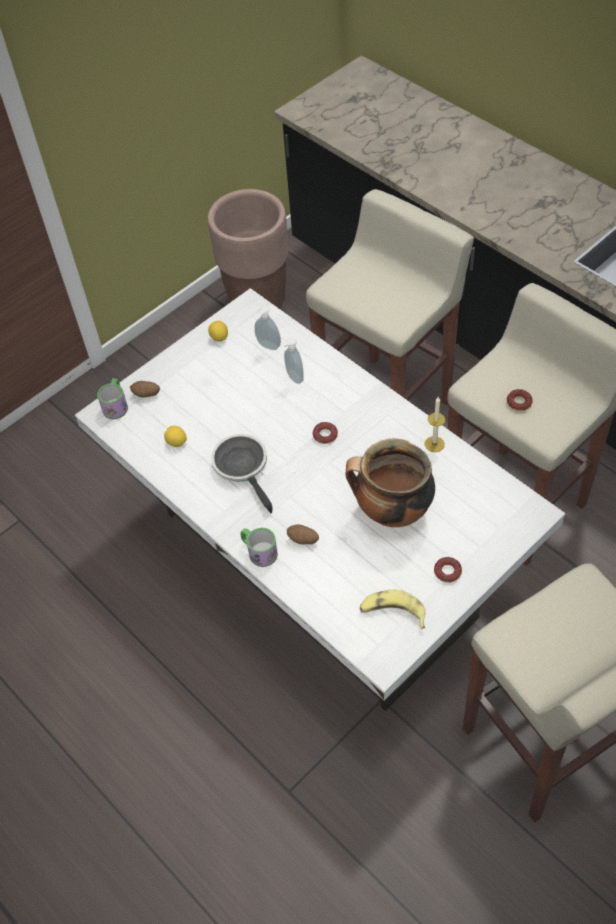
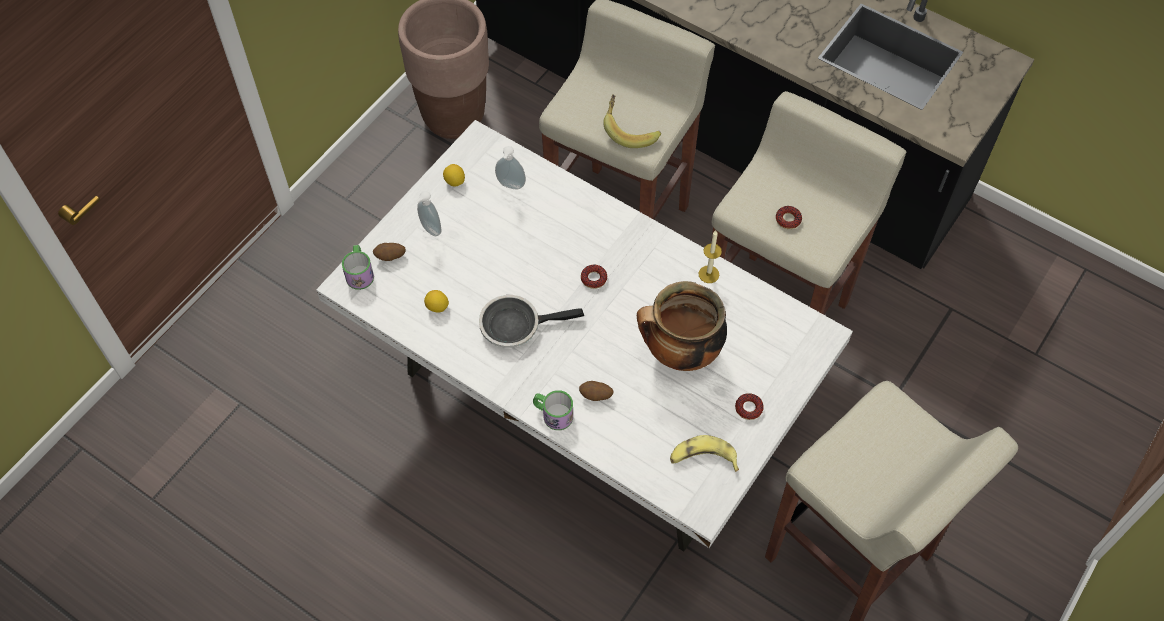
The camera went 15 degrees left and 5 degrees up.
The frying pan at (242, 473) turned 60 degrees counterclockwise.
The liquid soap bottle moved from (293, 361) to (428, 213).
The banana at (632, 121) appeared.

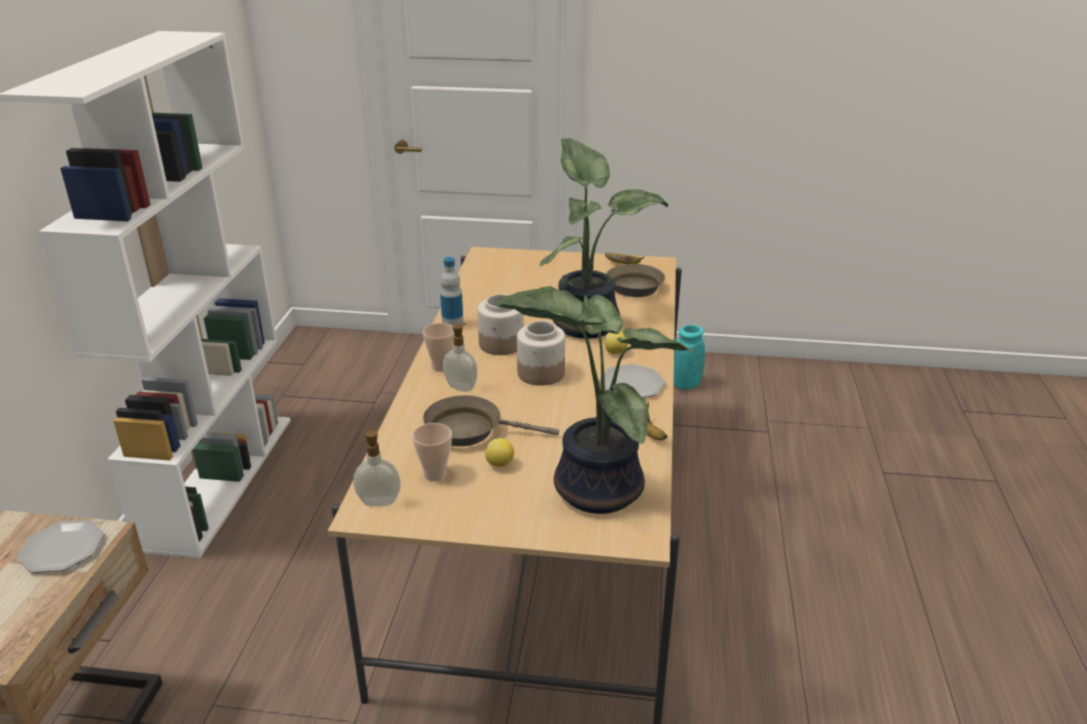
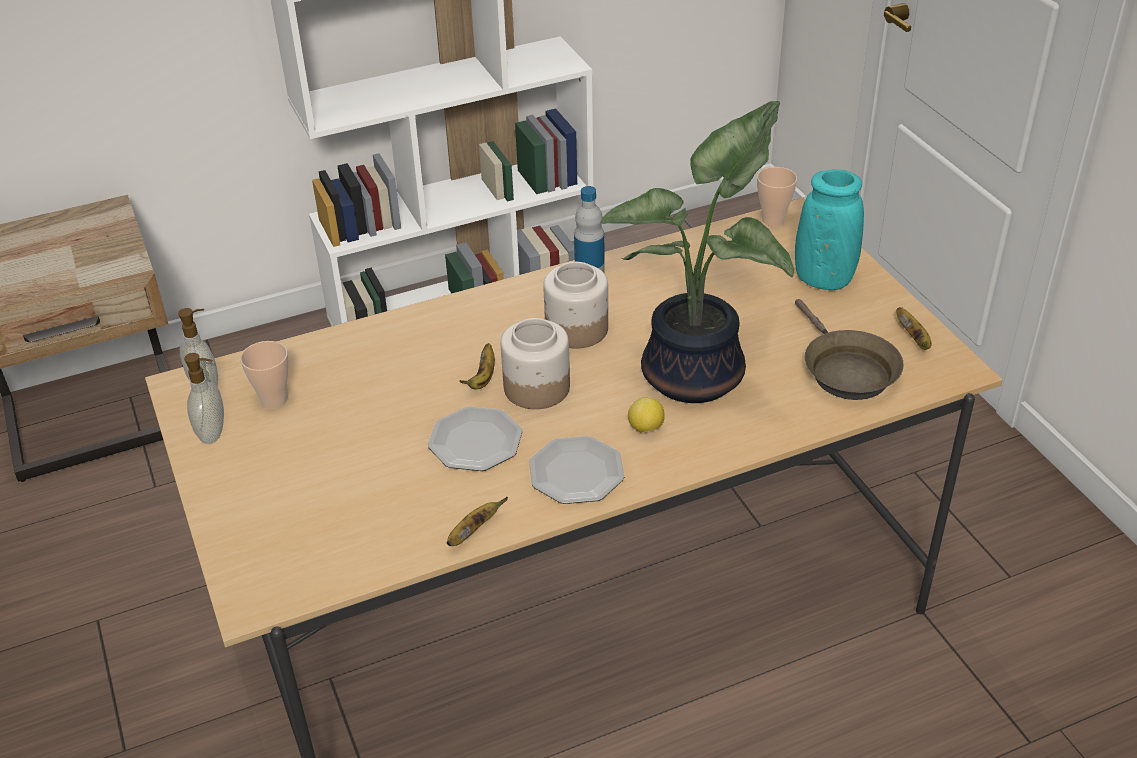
The camera went 60 degrees right and 10 degrees up.
The dinner plate moved from (60, 546) to (475, 438).
The cup moved from (438, 347) to (777, 197).
The brown-coloured frying pan at (491, 420) disappeared.
The liquid soap bottle moved from (460, 357) to (204, 398).
The lemon at (499, 452) disappeared.
The houseplant at (594, 400) disappeared.
The turquoise flower vase moved from (689, 357) to (829, 229).
The banana at (477, 366) appeared.

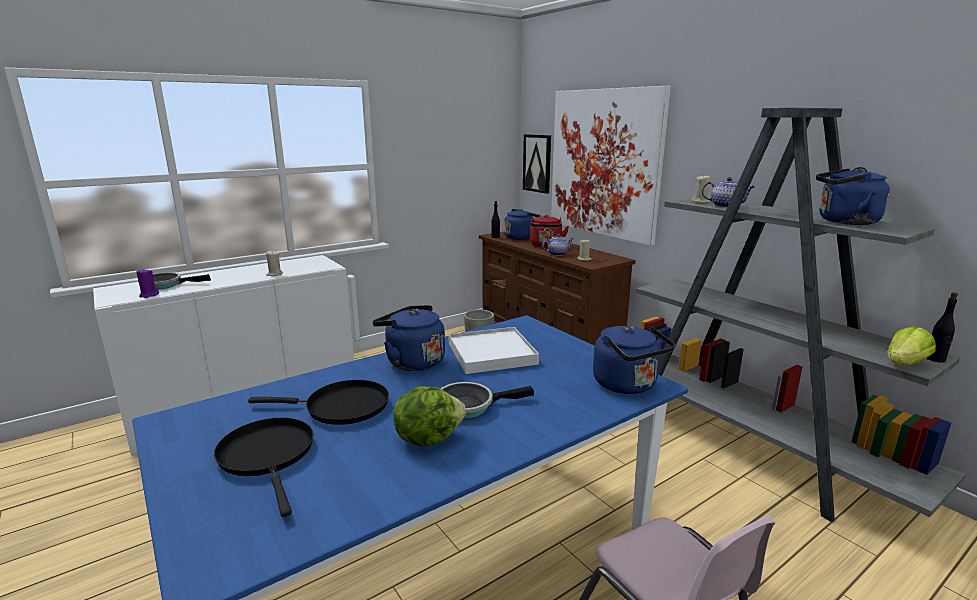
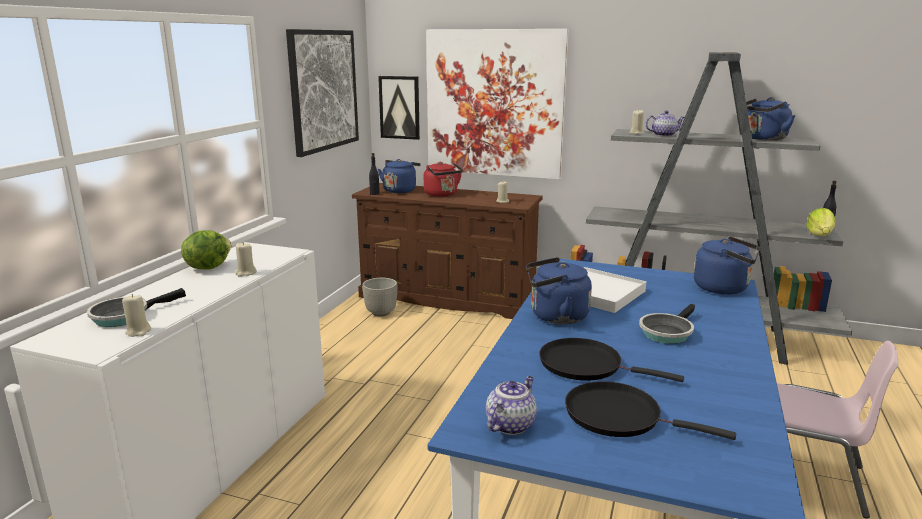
The camera went 35 degrees left and 0 degrees up.
The purplish wax light at (147, 283) became the beige-coloured wax light at (136, 315).
The black frying pan at (318, 402) turned 120 degrees counterclockwise.
The head of lettuce moved from (429, 416) to (206, 250).
The pot for tea moved from (558, 245) to (511, 405).
The picture at (322, 93) appeared.

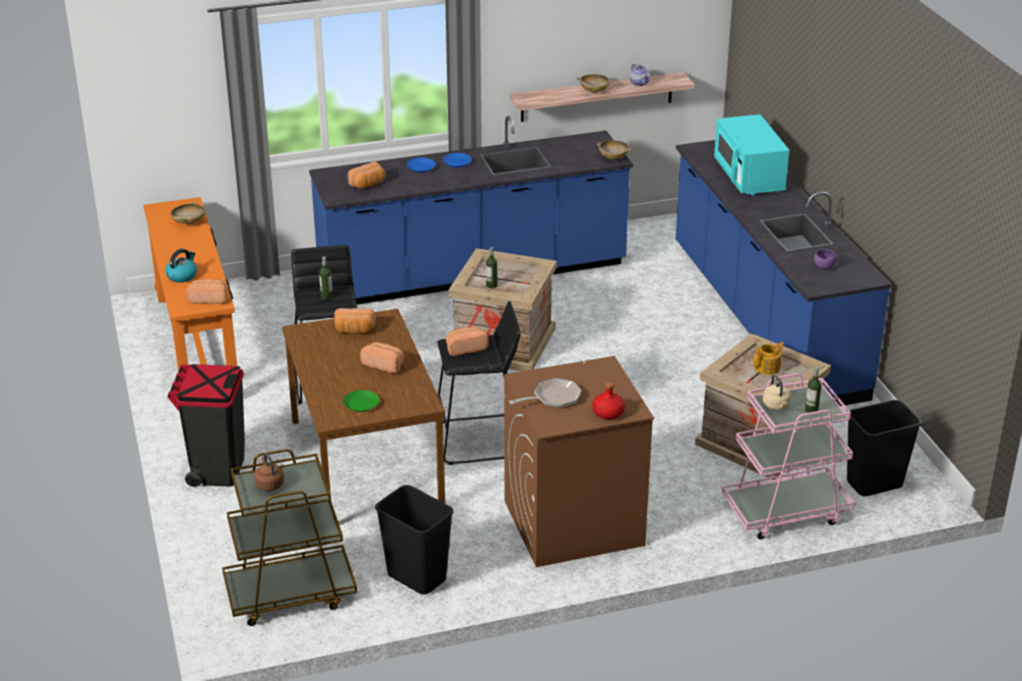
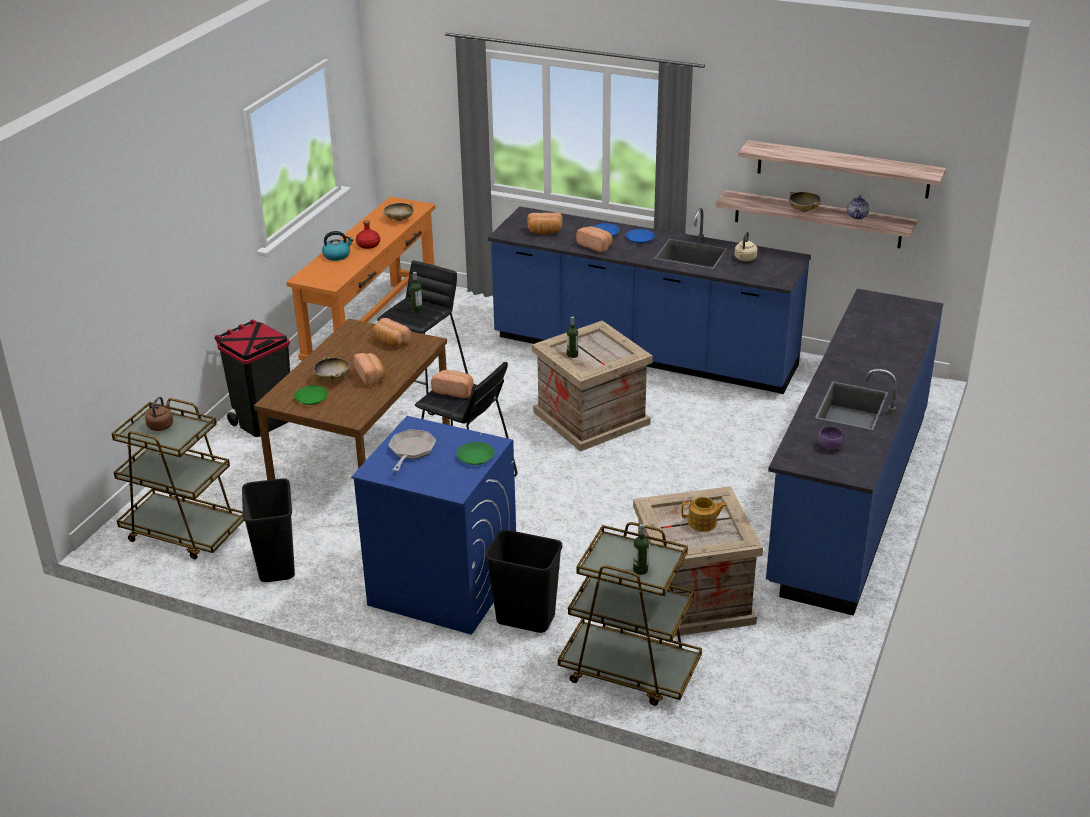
The camera went 40 degrees right and 0 degrees up.
The baked bread moved from (207, 291) to (594, 239).
The brown-coloured washing machine at (579, 461) became the bluish washing machine at (433, 525).
The frying pan at (545, 393) turned 90 degrees counterclockwise.
The reddish beverage bottle moved from (608, 400) to (368, 234).
The beige-coloured deep dish moved from (614, 150) to (332, 368).
The turquoise microwave at (751, 155) disappeared.
The pinkish wheeled cart at (788, 456) became the brown-coloured wheeled cart at (630, 614).
The beige-coloured tea kettle moved from (777, 392) to (746, 246).
The black waste bin moved from (884, 448) to (523, 581).
The greenish dinner plate at (476, 453) appeared.
The bracket shelf at (842, 169) appeared.

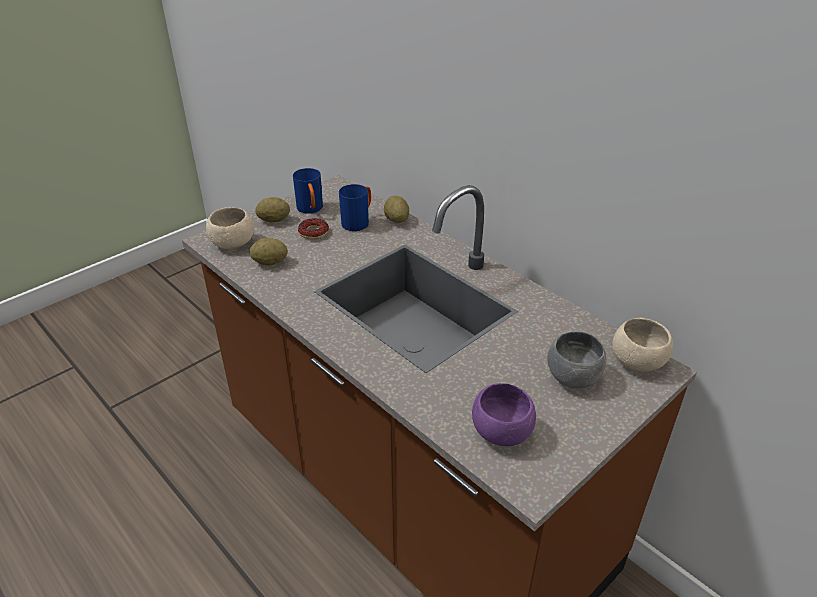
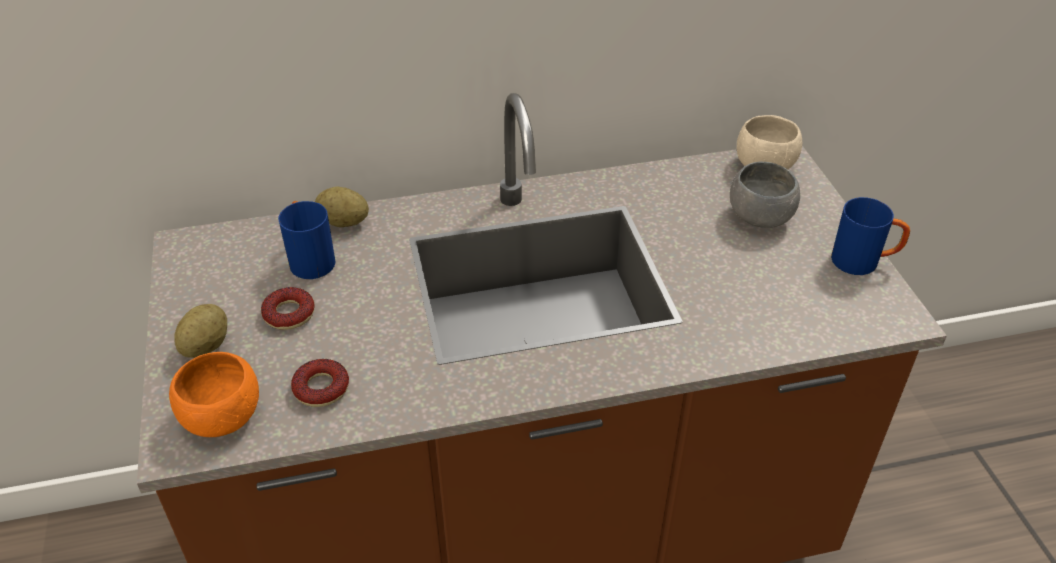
The camera went 60 degrees left and 5 degrees up.
The beige-coloured deep dish at (230, 228) became the orange deep dish at (214, 394).
The whole potato at (268, 251) was replaced by the doughnut at (320, 383).
The bluish tea mug moved from (308, 191) to (870, 236).
The purplish deep dish at (504, 414) disappeared.

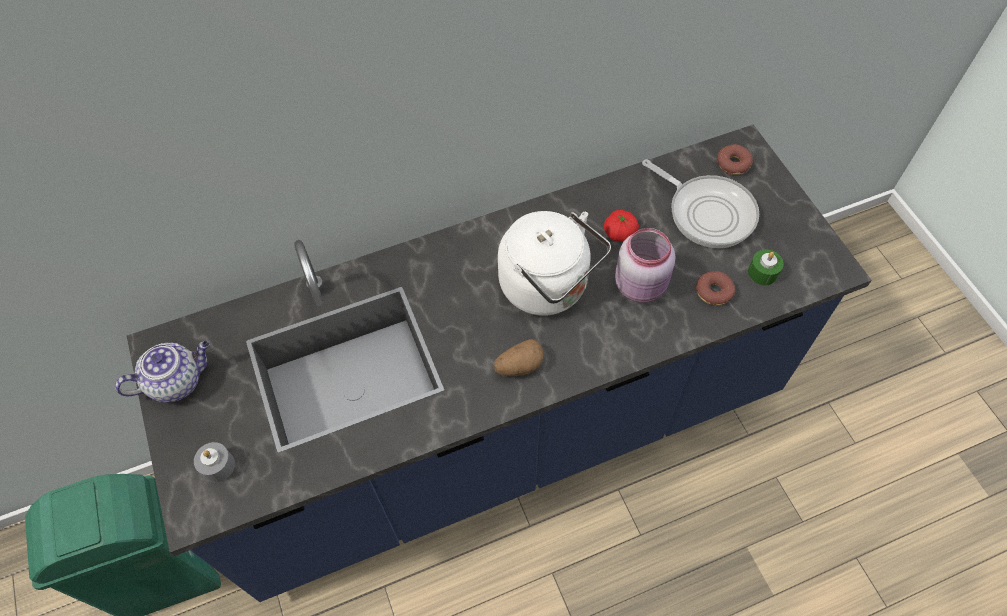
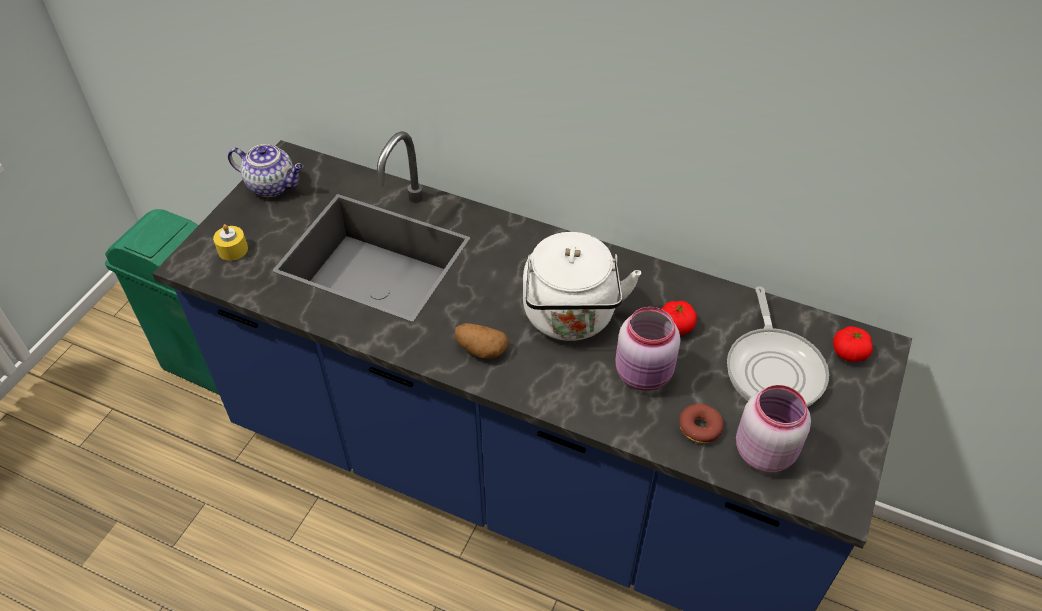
The camera went 45 degrees right and 10 degrees down.
The gray wax light at (214, 462) became the yellow-coloured wax light at (230, 242).
The doughnut at (735, 159) was replaced by the fresh tomato at (853, 344).
The greenish wax light at (766, 267) was replaced by the pinkish storage jar at (773, 429).

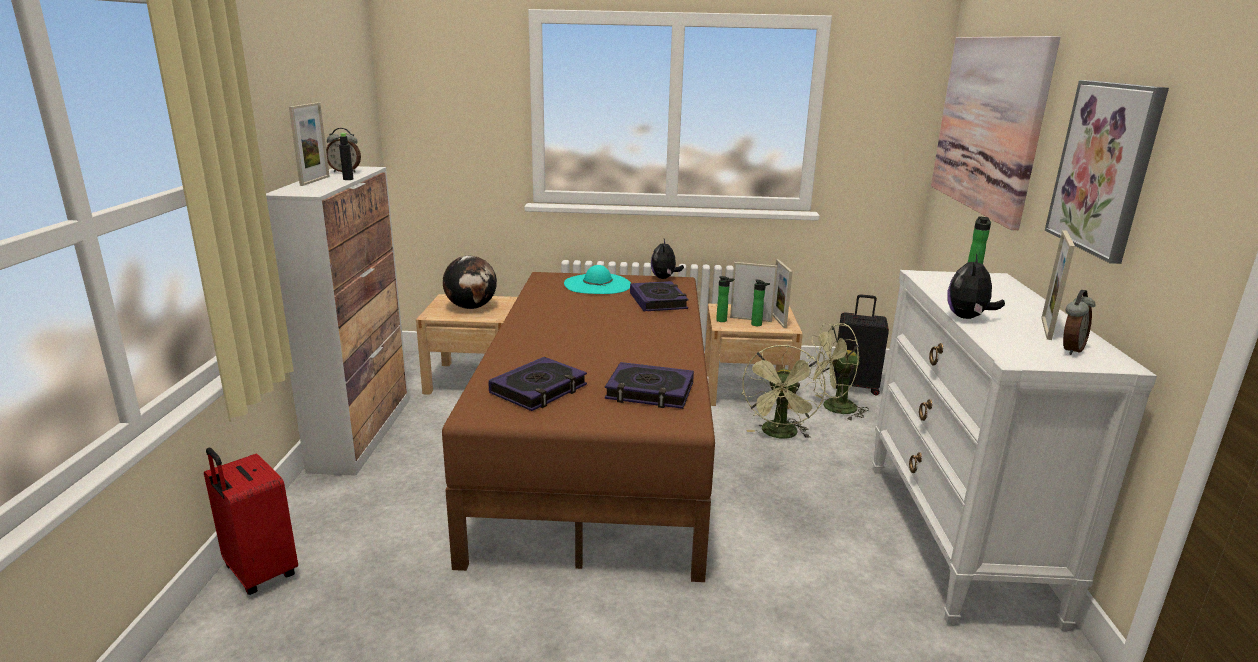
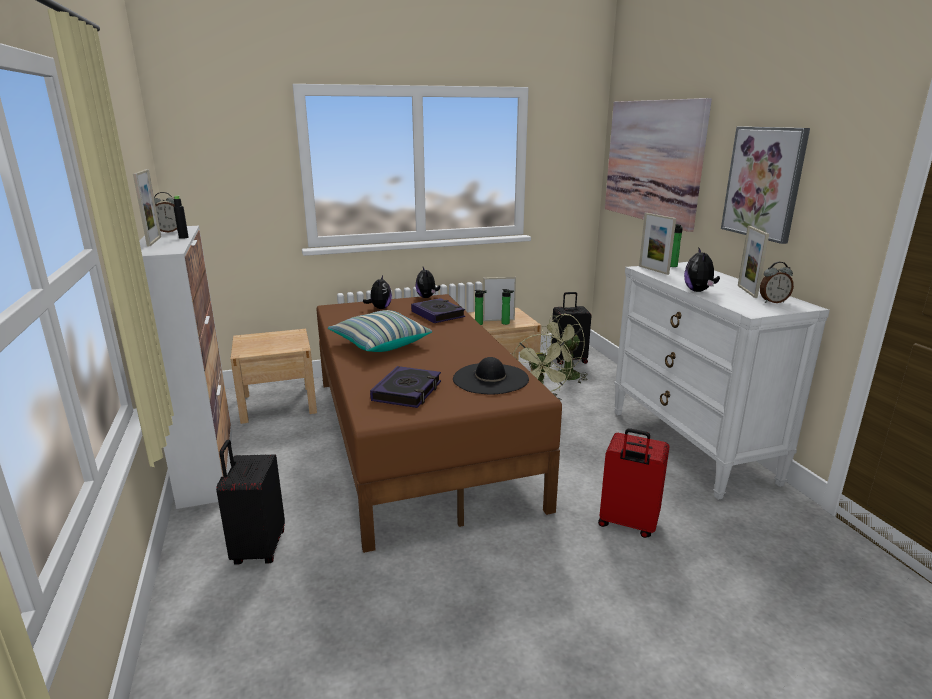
The camera went 20 degrees left and 0 degrees up.
The reddish piece of luggage moved from (251, 521) to (633, 483).
The desk globe at (470, 282) disappeared.
The turquoise wearable hat at (597, 279) was replaced by the cuddly toy at (377, 292).
The bound book at (649, 385) was replaced by the black wearable hat at (491, 375).
The standing frame moved from (783, 293) to (657, 244).
The bedside clock at (1079, 322) turned 60 degrees clockwise.
The black piece of luggage at (250, 502) appeared.
The throw pillow at (380, 331) appeared.

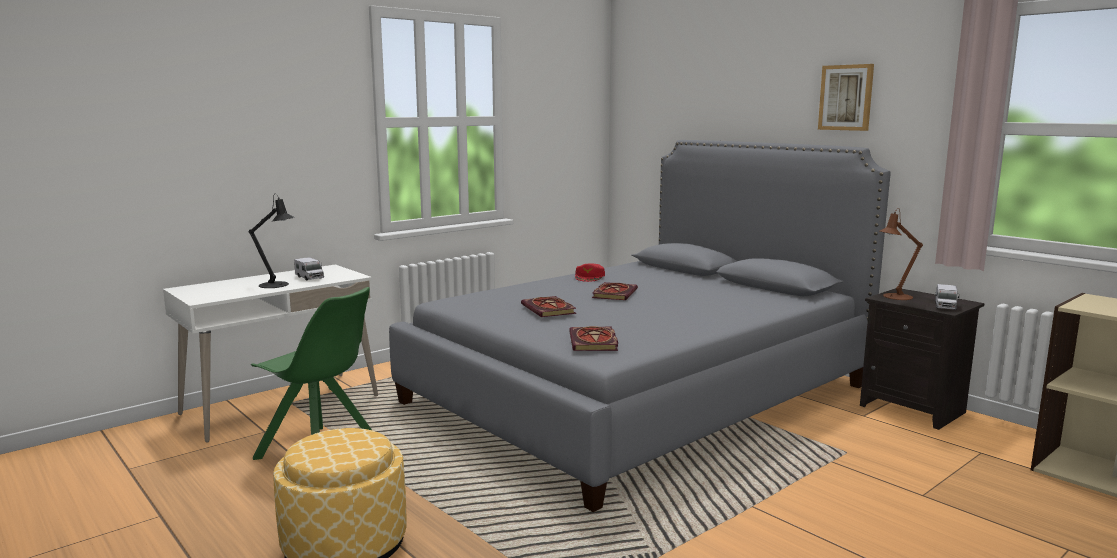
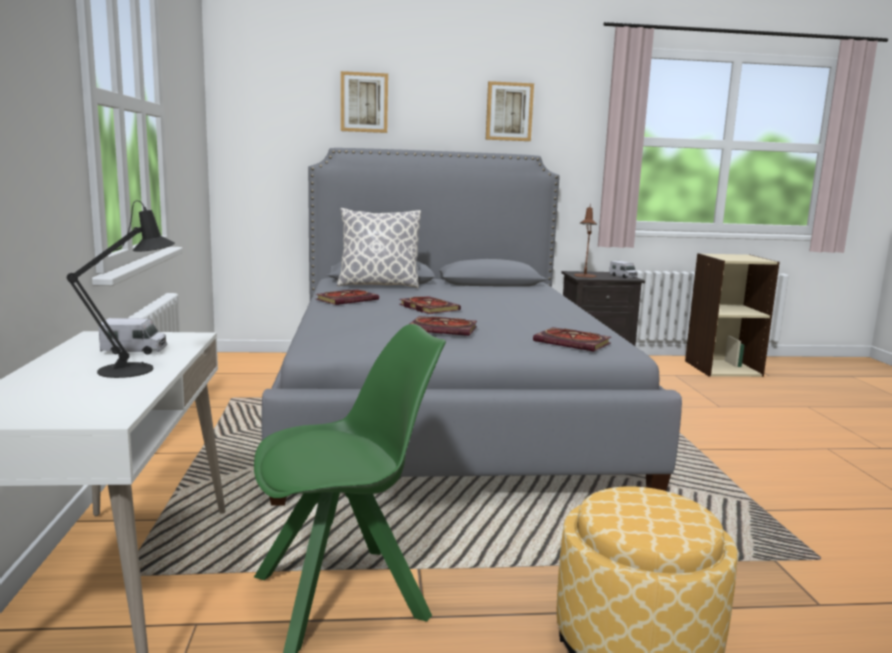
The camera went 55 degrees left and 0 degrees up.
The reddish baseball cap at (590, 273) was replaced by the bound book at (347, 297).
The throw pillow at (379, 248) appeared.
The picture at (364, 102) appeared.

